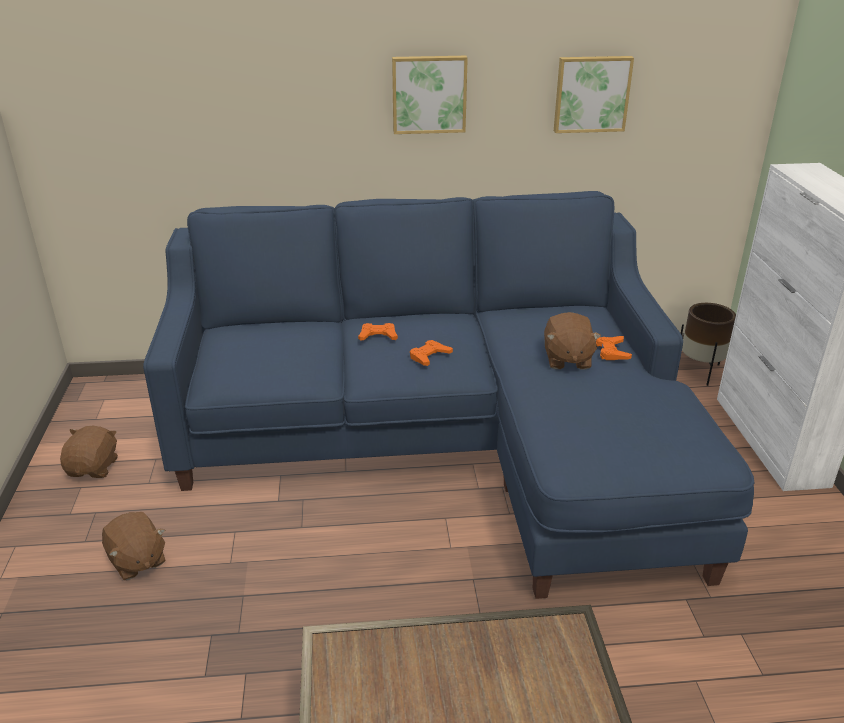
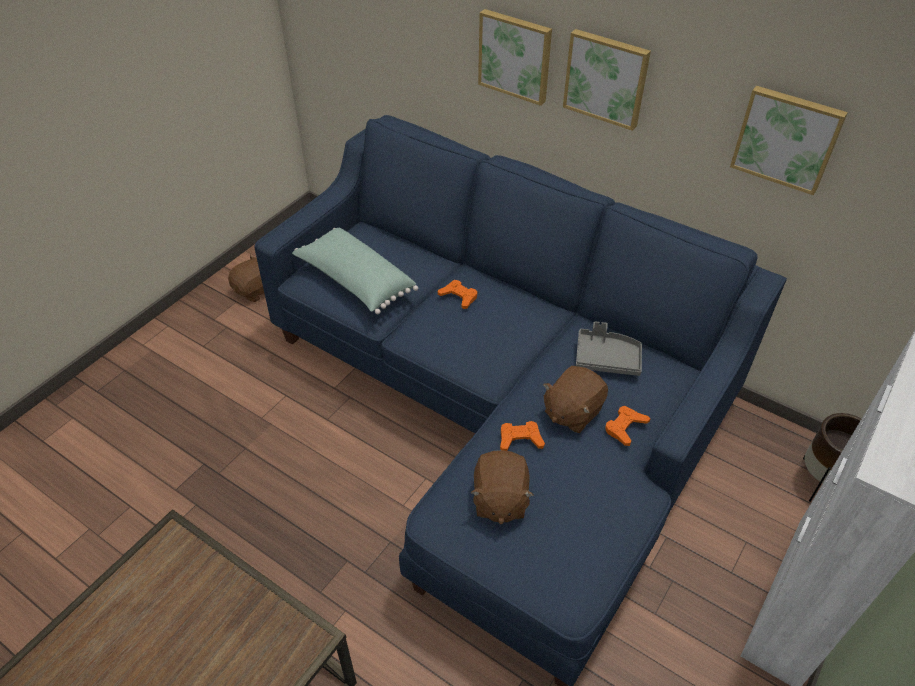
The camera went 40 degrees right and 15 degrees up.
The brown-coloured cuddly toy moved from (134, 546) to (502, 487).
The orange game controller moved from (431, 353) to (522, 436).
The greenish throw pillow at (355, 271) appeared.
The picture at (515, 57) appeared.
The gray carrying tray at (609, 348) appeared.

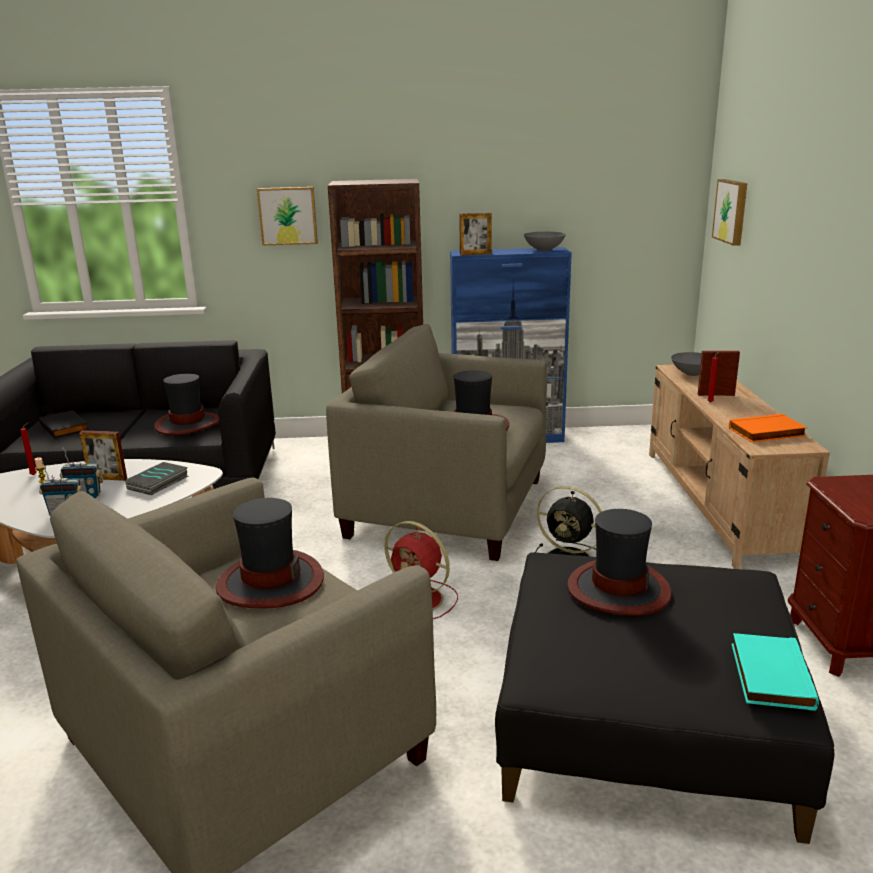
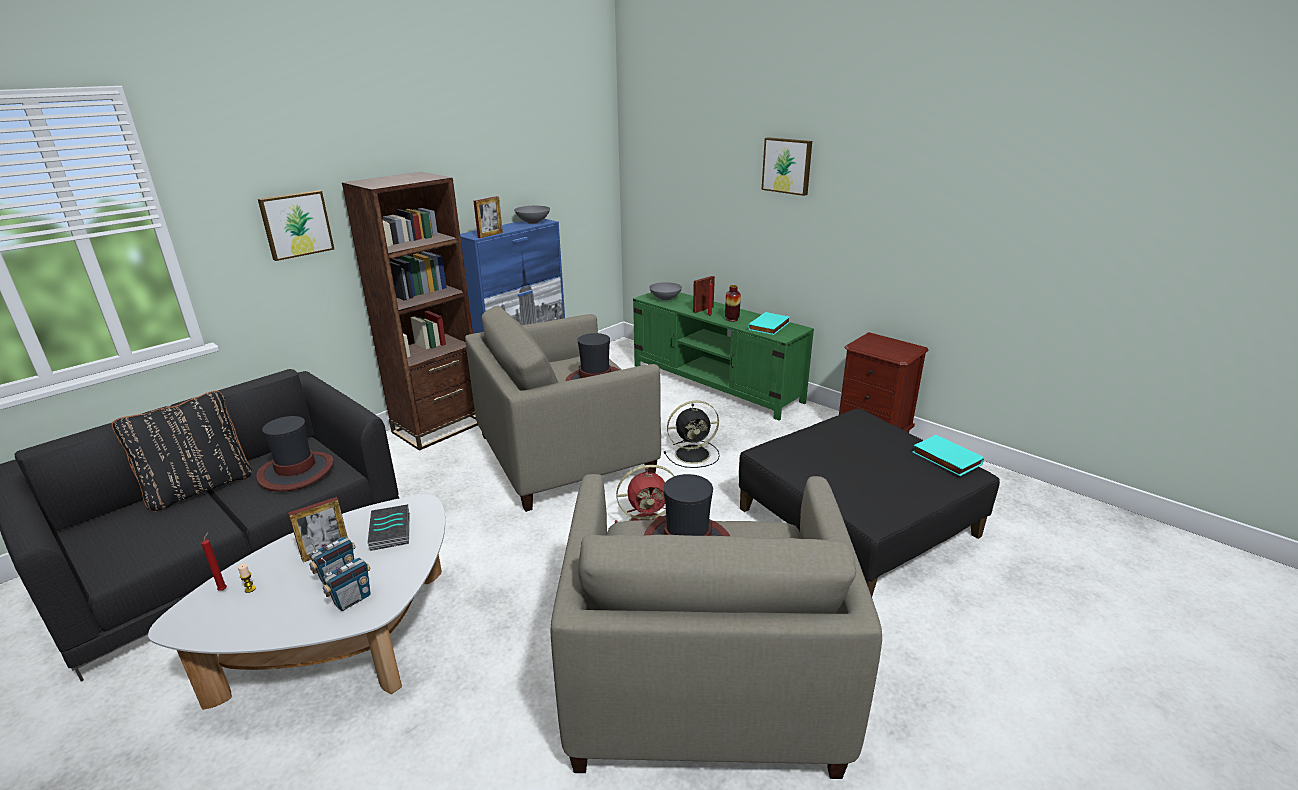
The camera went 45 degrees left and 5 degrees up.
The black bound book at (64, 424) disappeared.
The wearable hat at (619, 562) disappeared.
The beige-coloured media console at (739, 467) became the greenish media console at (723, 356).
The picture moved from (729, 212) to (787, 166).
The orange bound book at (768, 428) became the turquoise bound book at (769, 323).
The black throw pillow at (181, 451) appeared.
The flower vase at (733, 303) appeared.

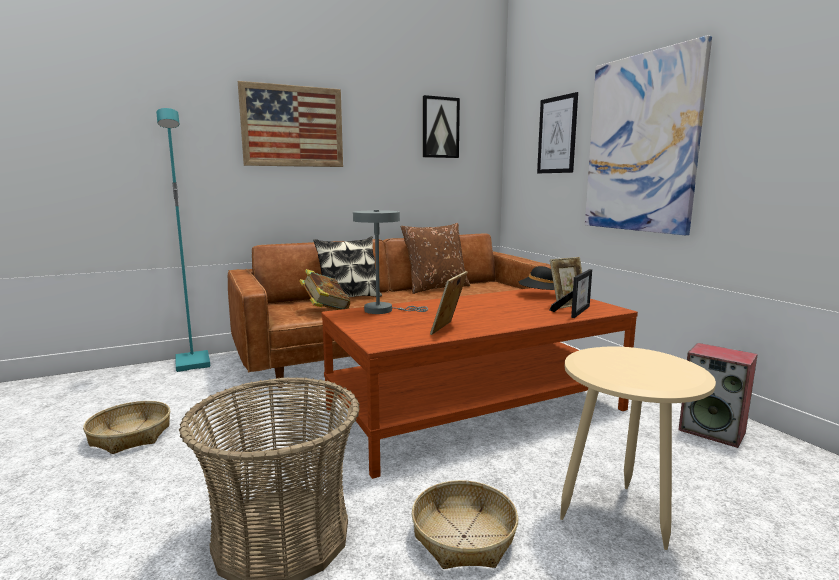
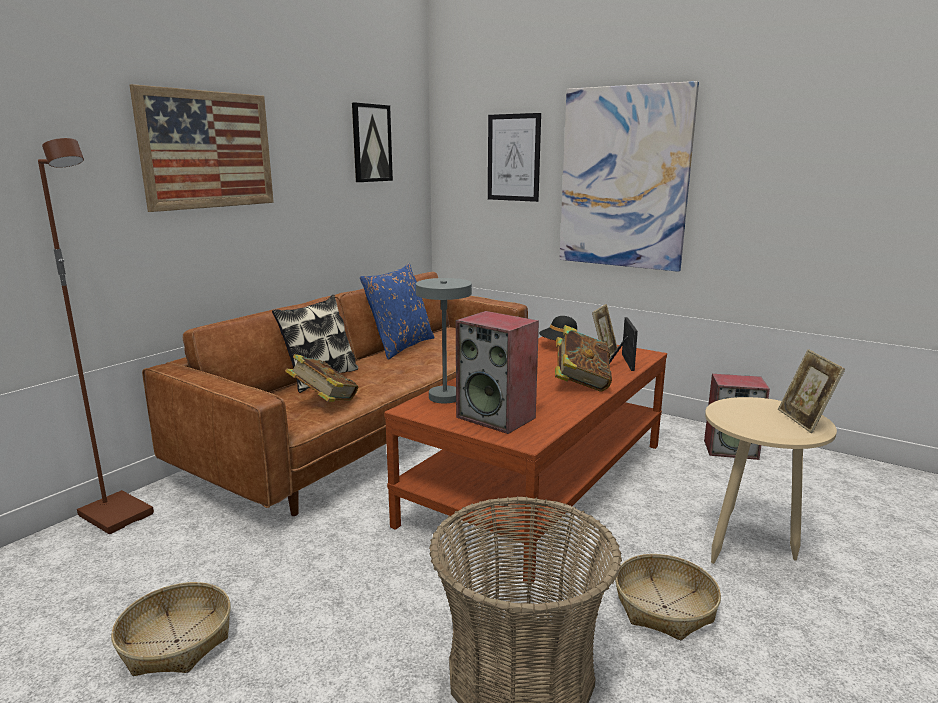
The camera went 30 degrees left and 5 degrees up.
The turquoise standing lamp at (183, 240) became the brown-coloured standing lamp at (96, 336).
The brown-coloured throw pillow at (435, 258) became the bluish throw pillow at (397, 311).
The standing frame moved from (449, 303) to (811, 391).
The audio speaker at (497, 372) appeared.
The bound book at (583, 358) appeared.

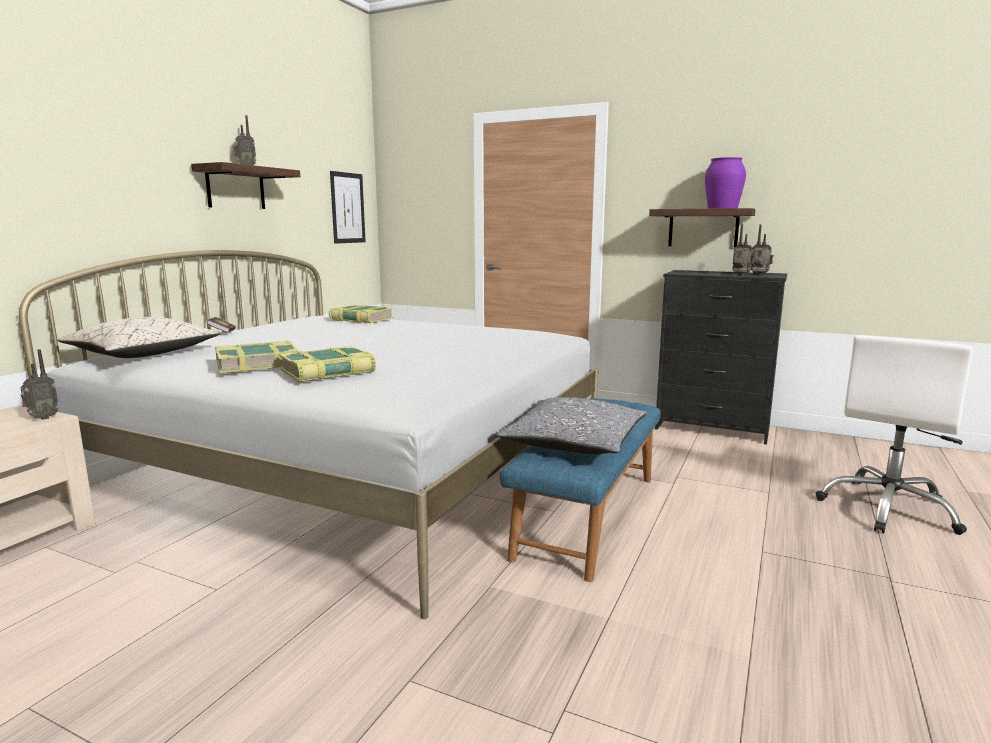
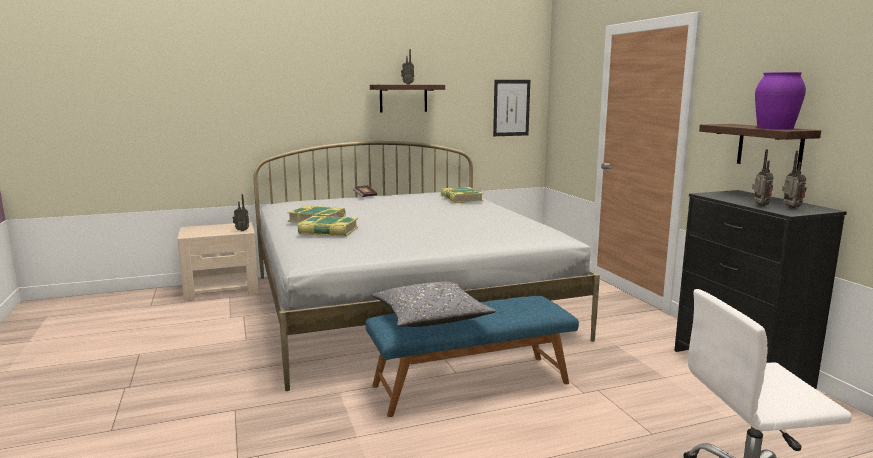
The camera went 45 degrees right and 0 degrees up.
The beige-coloured throw pillow at (139, 337) disappeared.

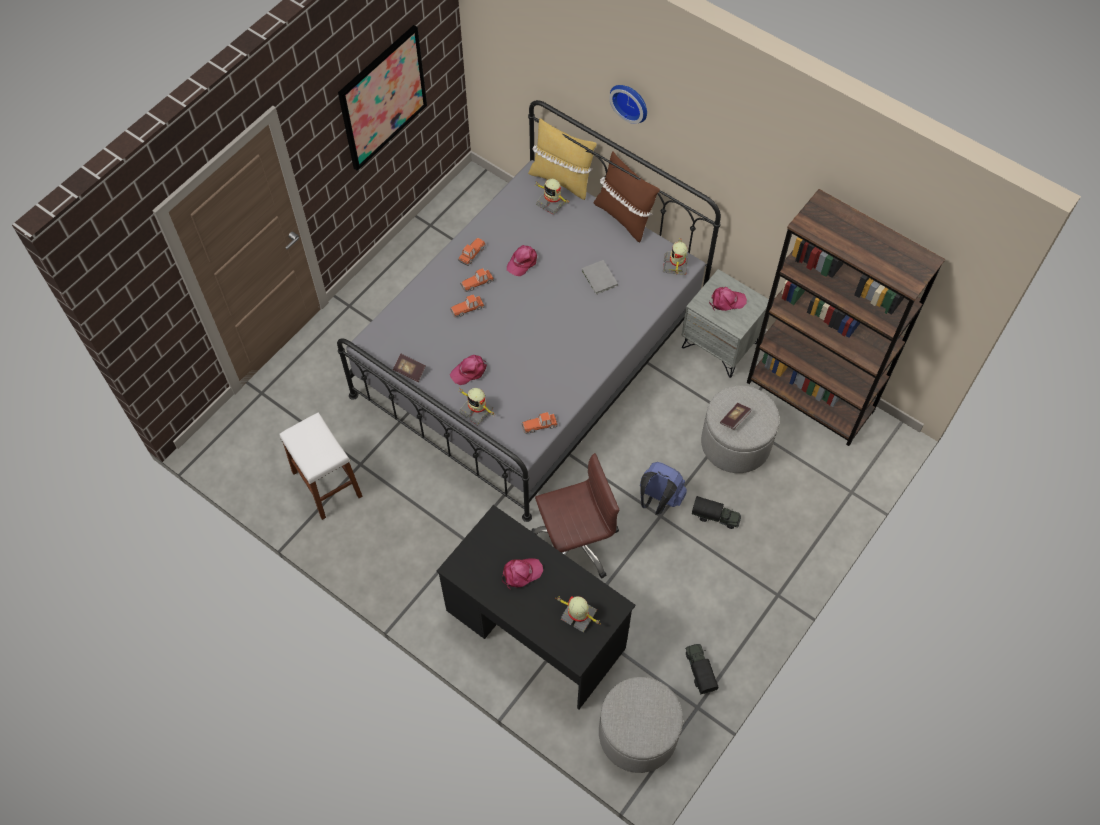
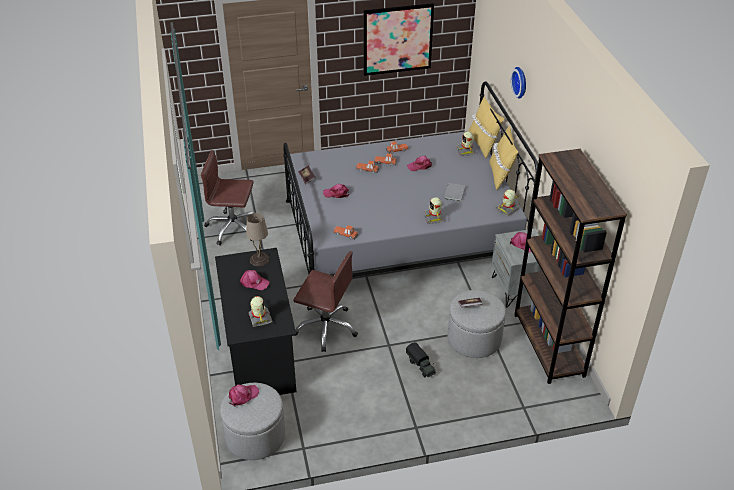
The camera went 40 degrees right and 20 degrees down.
The white-coloured stool seat at (321, 466) was replaced by the brown-coloured office chair at (227, 197).
The robot figure moved from (477, 407) to (433, 210).
The brown-coloured throw pillow at (627, 196) became the yellow-coloured throw pillow at (503, 158).
The bluish knapsack at (663, 488) disappeared.
The toy truck at (702, 669) disappeared.
The pinkish baseball cap at (244, 395) appeared.
The beige-coloured tabletop lamp at (258, 240) appeared.

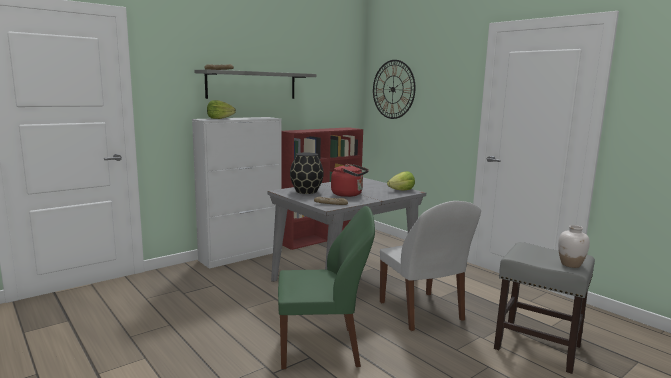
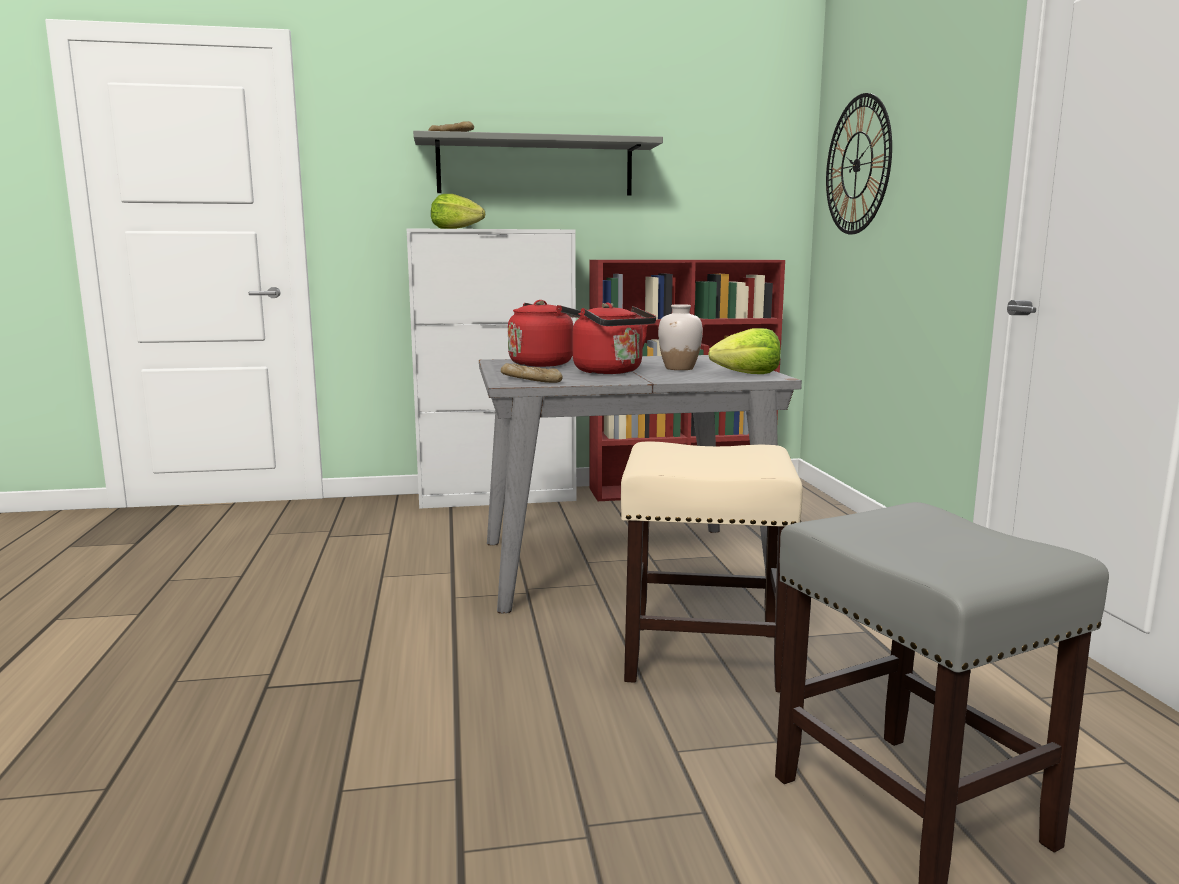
The camera went 30 degrees right and 0 degrees up.
The greenish upright chair at (326, 287) disappeared.
The black flower vase at (307, 173) was replaced by the reddish tea kettle at (544, 333).
The white-coloured upright chair at (430, 266) was replaced by the beige-coloured stool seat at (712, 567).
The white-coloured flower vase moved from (574, 246) to (680, 337).

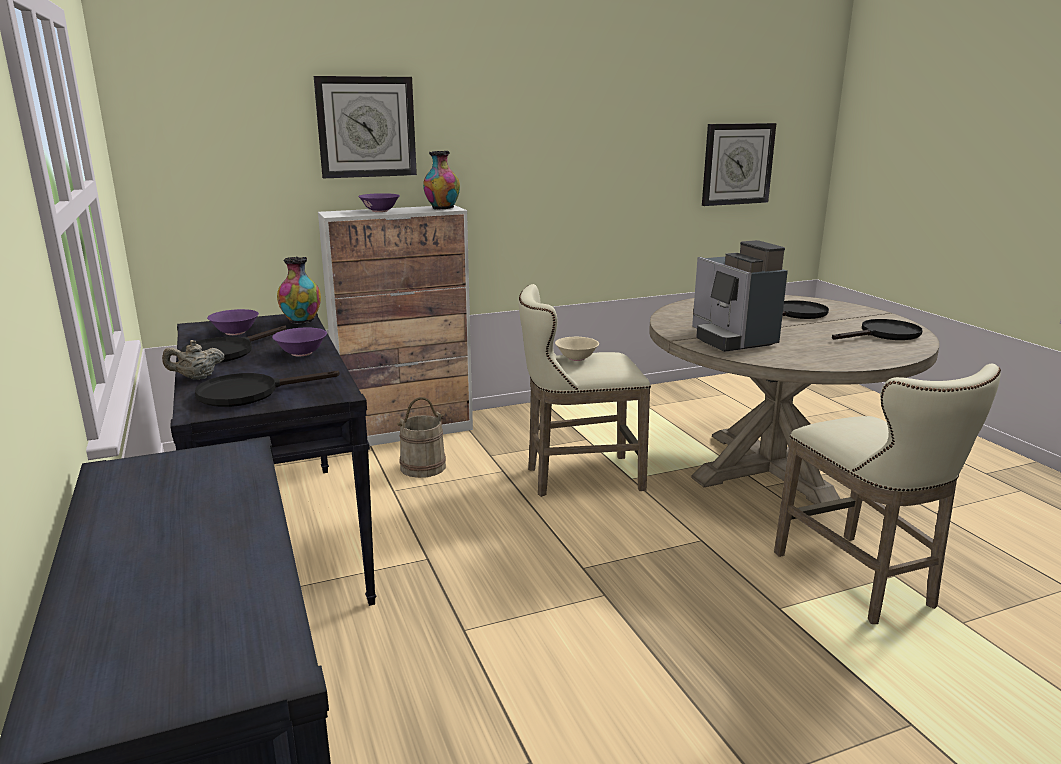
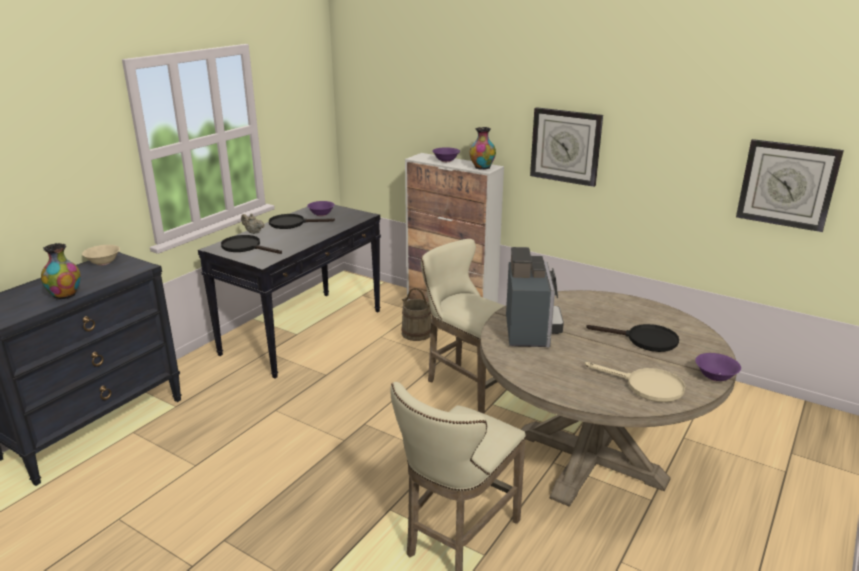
The camera went 55 degrees right and 5 degrees up.
The purplish deep dish moved from (299, 342) to (718, 367).
The flower vase moved from (299, 290) to (61, 271).
The clock on the wall moved from (365, 127) to (566, 147).
The beige-coloured deep dish moved from (577, 349) to (101, 255).
The coffee machine at (740, 296) turned 150 degrees clockwise.
The black frying pan at (877, 329) became the beige-coloured frying pan at (635, 382).

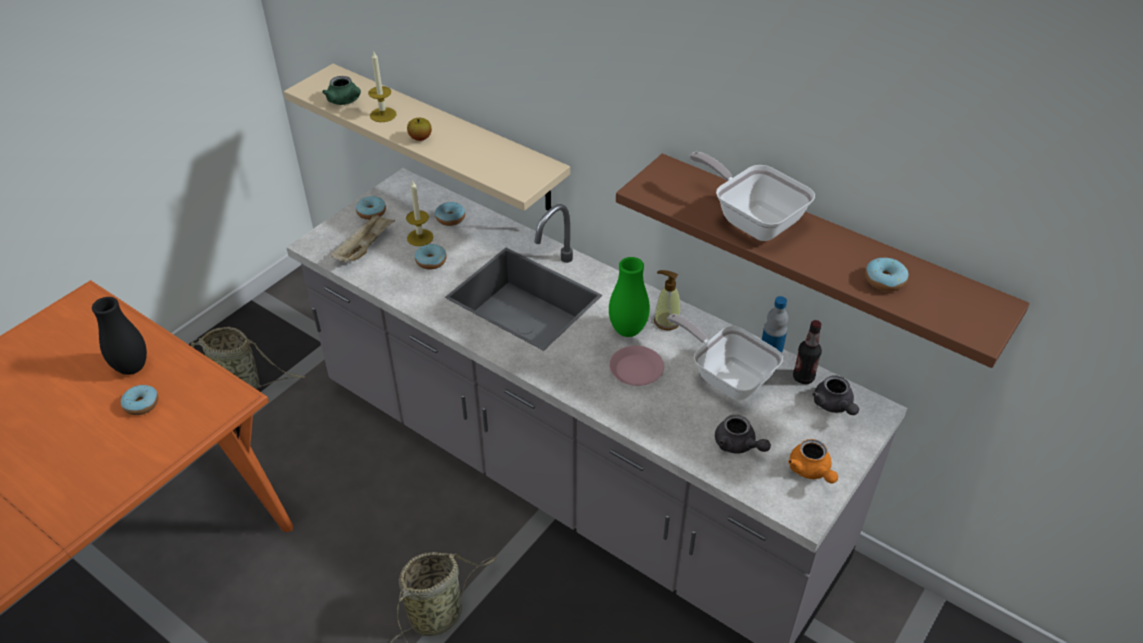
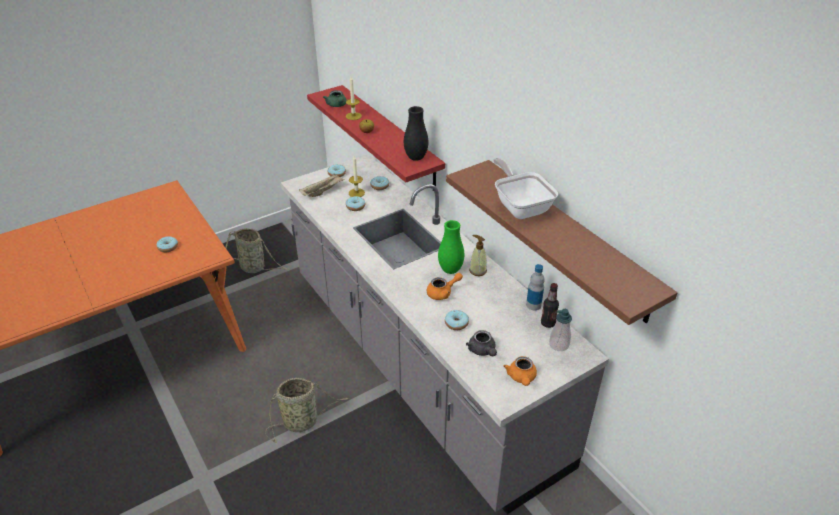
The camera went 20 degrees right and 5 degrees down.
The black flower vase moved from (119, 336) to (416, 133).
The beige-coloured bracket shelf at (427, 137) became the reddish bracket shelf at (376, 138).
The pinkish dinner plate at (636, 366) was replaced by the orange pot for tea at (445, 286).
The frying pan at (725, 357) disappeared.
The gray pot for tea at (835, 395) was replaced by the liquid soap bottle at (560, 330).
The doughnut moved from (886, 274) to (457, 320).

